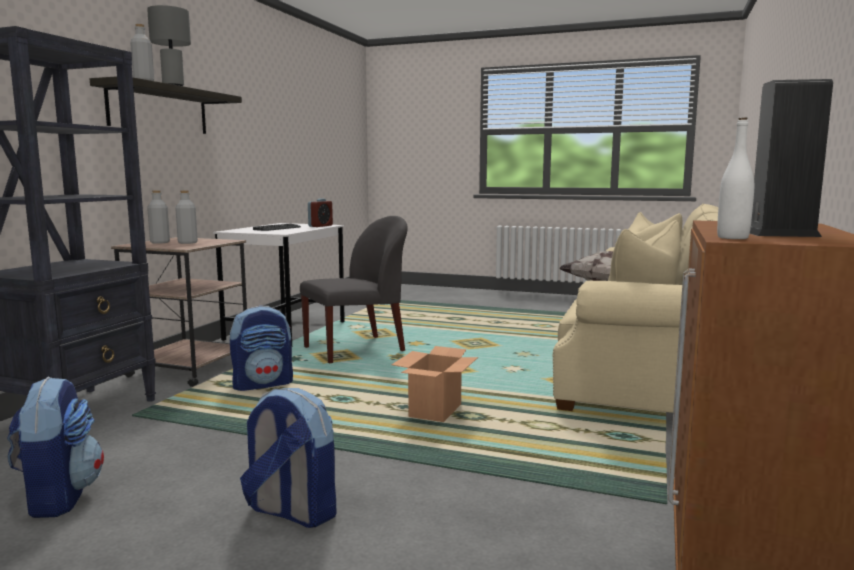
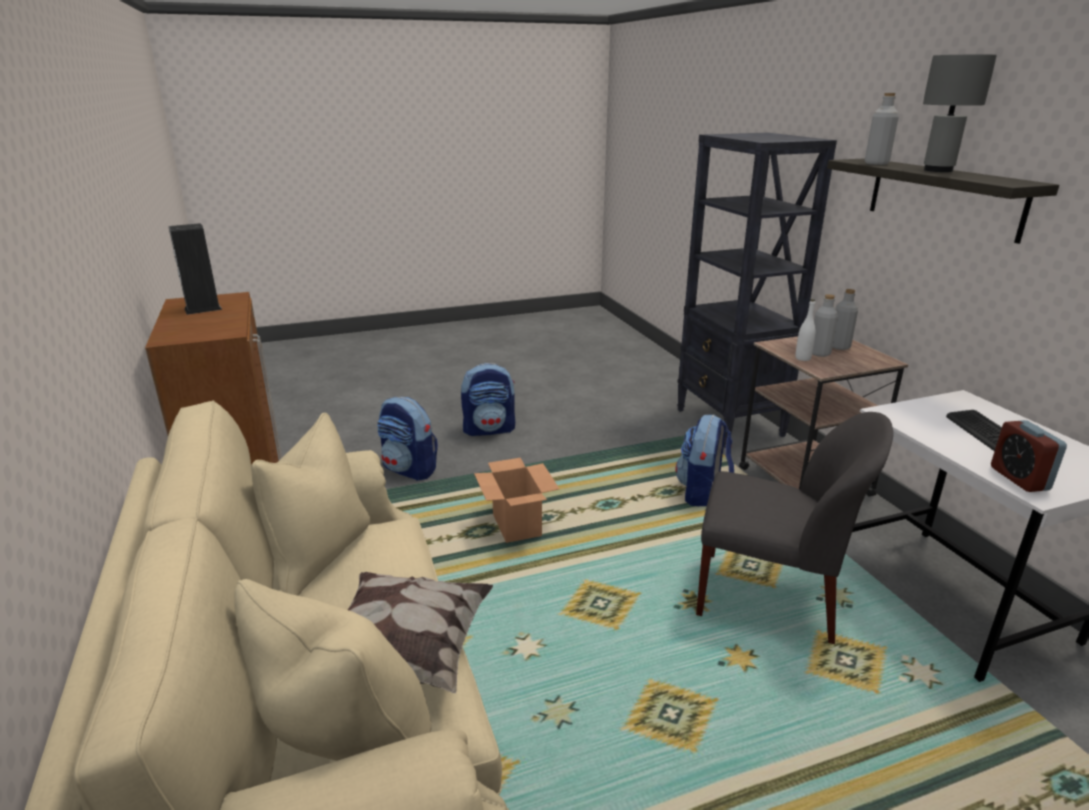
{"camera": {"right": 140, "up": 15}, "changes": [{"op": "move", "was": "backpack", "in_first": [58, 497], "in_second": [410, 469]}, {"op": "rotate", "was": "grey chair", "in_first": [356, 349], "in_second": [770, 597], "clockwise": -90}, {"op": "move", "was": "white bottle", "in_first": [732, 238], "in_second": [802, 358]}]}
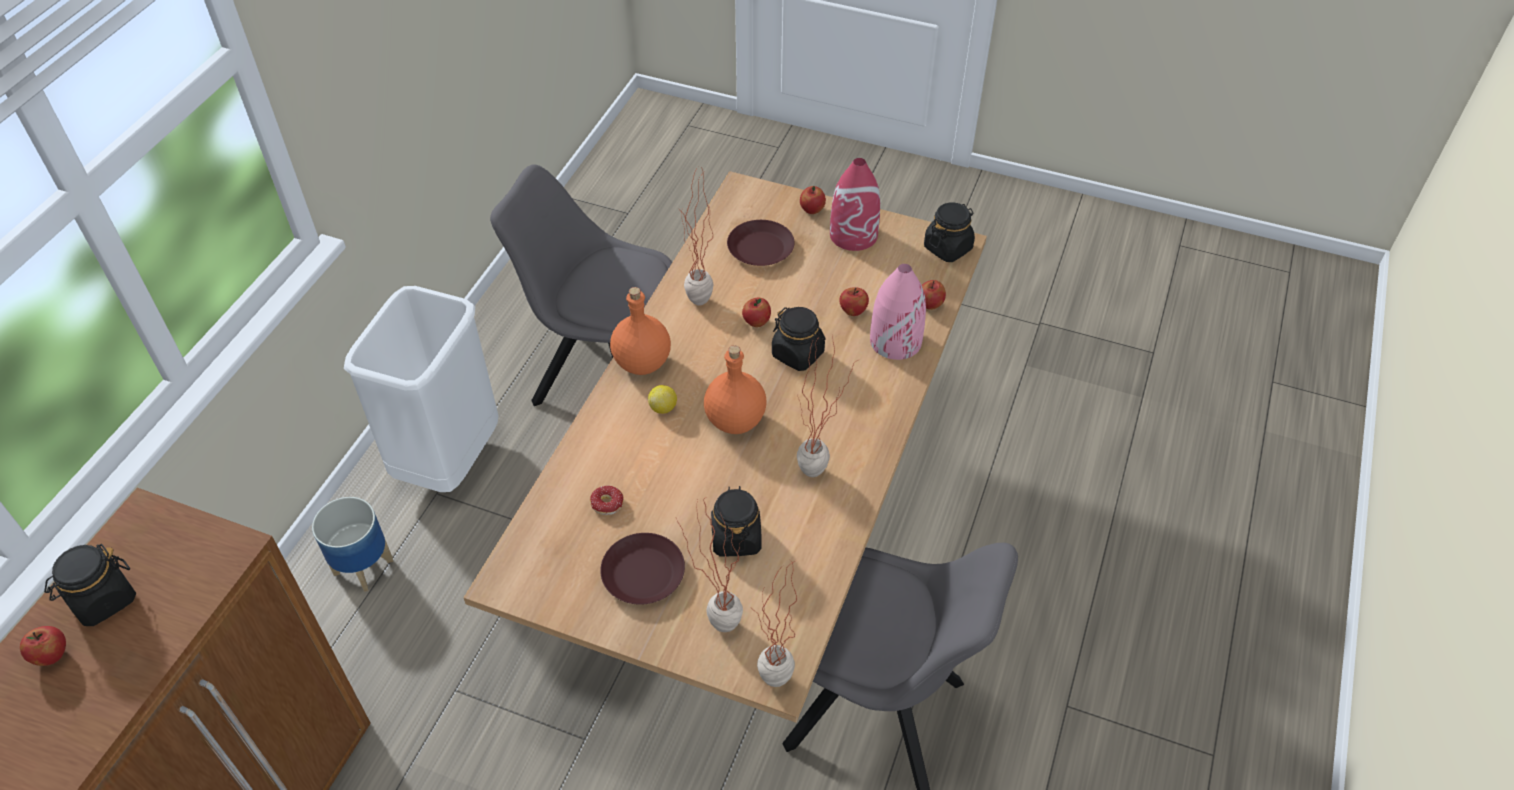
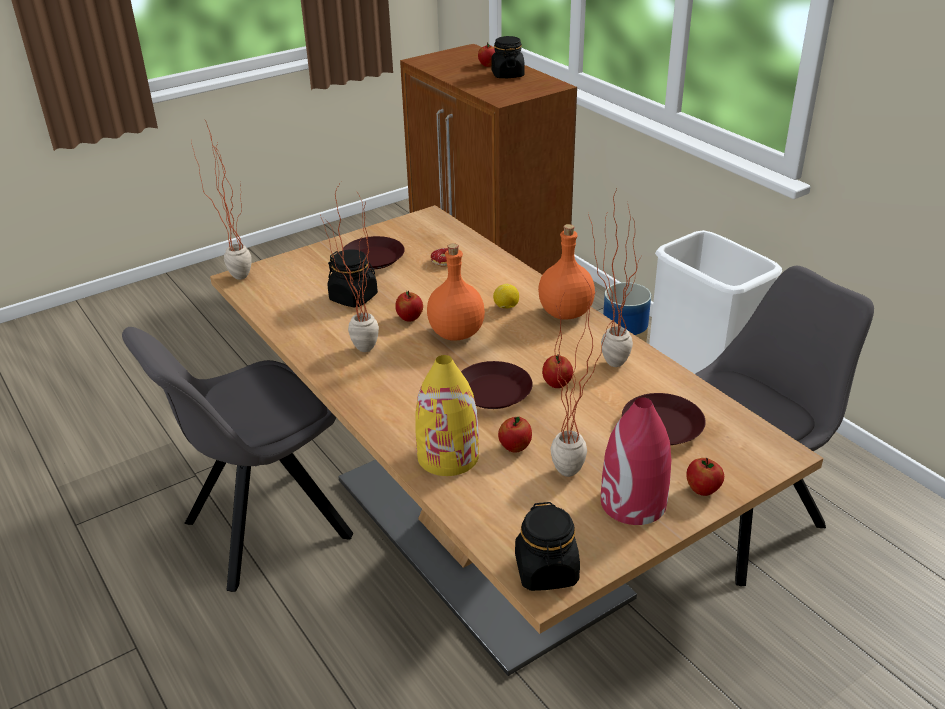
{"camera": {"right": 125, "up": -15}, "changes": [{"op": "move", "was": "potted plant", "in_first": [714, 621], "in_second": [576, 467]}, {"op": "replace", "was": "black jar", "now": "brown plate", "in_first": [798, 354], "in_second": [493, 391]}, {"op": "recolor", "was": "pink vase", "now": "yellow vase", "in_first": [895, 340], "in_second": [448, 456]}, {"op": "move", "was": "apple", "in_first": [930, 305], "in_second": [410, 318]}]}
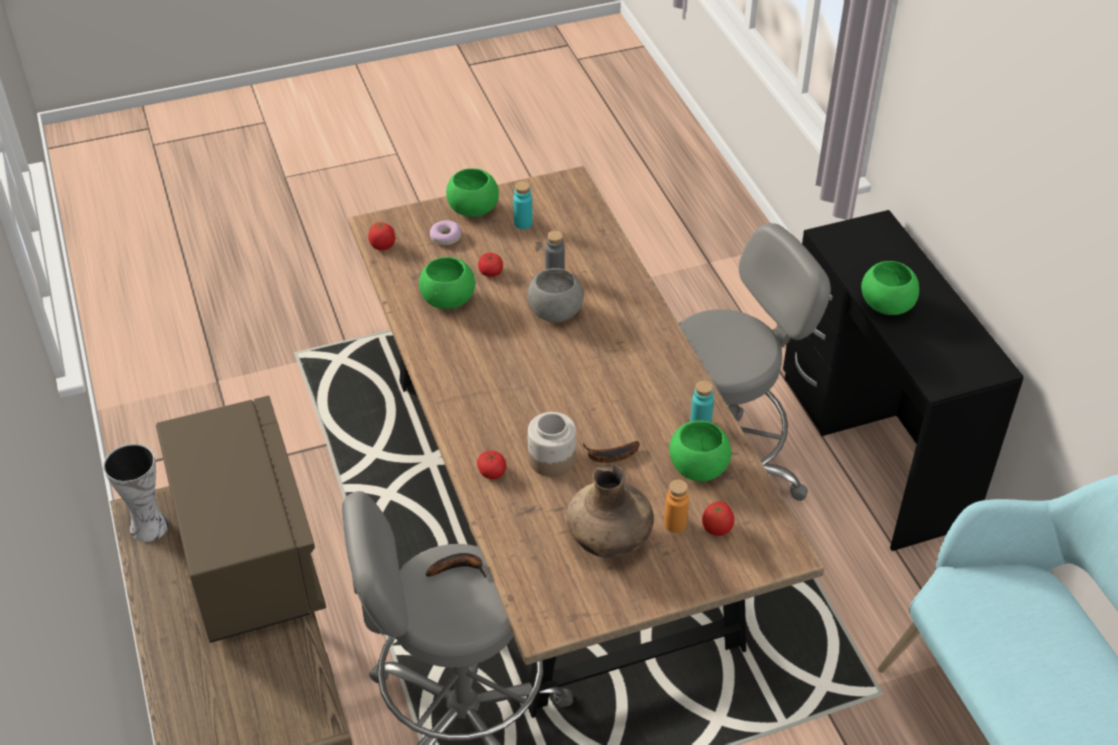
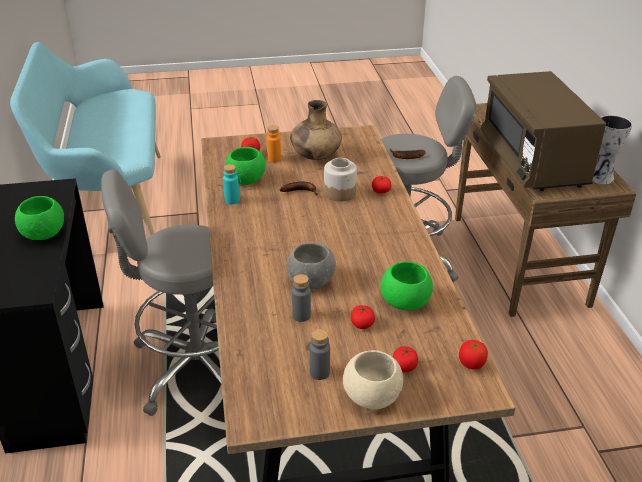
{"camera": {"right": -170, "up": -10}, "changes": [{"op": "replace", "was": "donut", "now": "tomato", "in_first": [446, 237], "in_second": [404, 366]}, {"op": "recolor", "was": "green bowl", "now": "beige bowl", "in_first": [473, 210], "in_second": [372, 396]}, {"op": "recolor", "was": "turquoise bottle", "now": "grey bottle", "in_first": [523, 223], "in_second": [319, 372]}]}
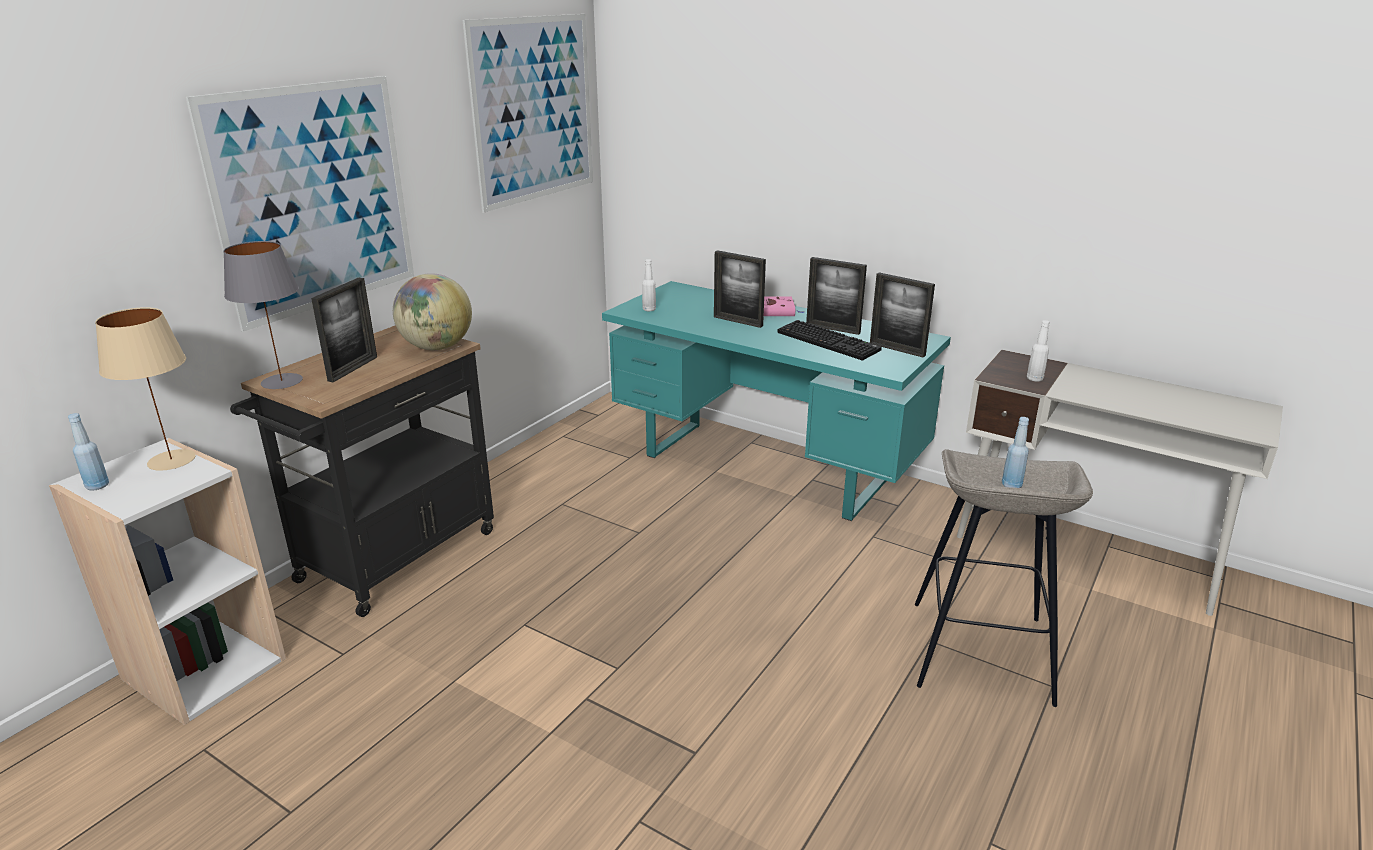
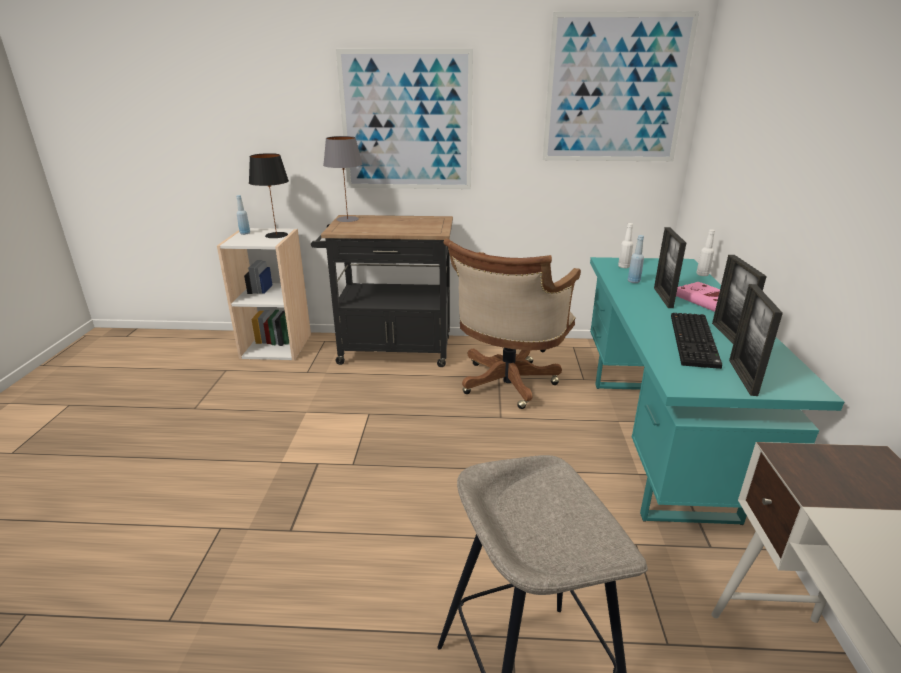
{"camera": {"right": 60, "up": 0}, "changes": [{"op": "recolor", "was": "beige table lamp", "now": "black table lamp", "in_first": [171, 460], "in_second": [276, 235]}, {"op": "delete", "was": "picture frame", "in_first": [353, 369]}, {"op": "delete", "was": "globe", "in_first": [437, 347]}, {"op": "move", "was": "blue bottle", "in_first": [1011, 485], "in_second": [633, 281]}, {"op": "move", "was": "white bottle", "in_first": [1034, 379], "in_second": [702, 274]}, {"op": "insert", "now": "office chair", "in_second": [506, 384]}]}
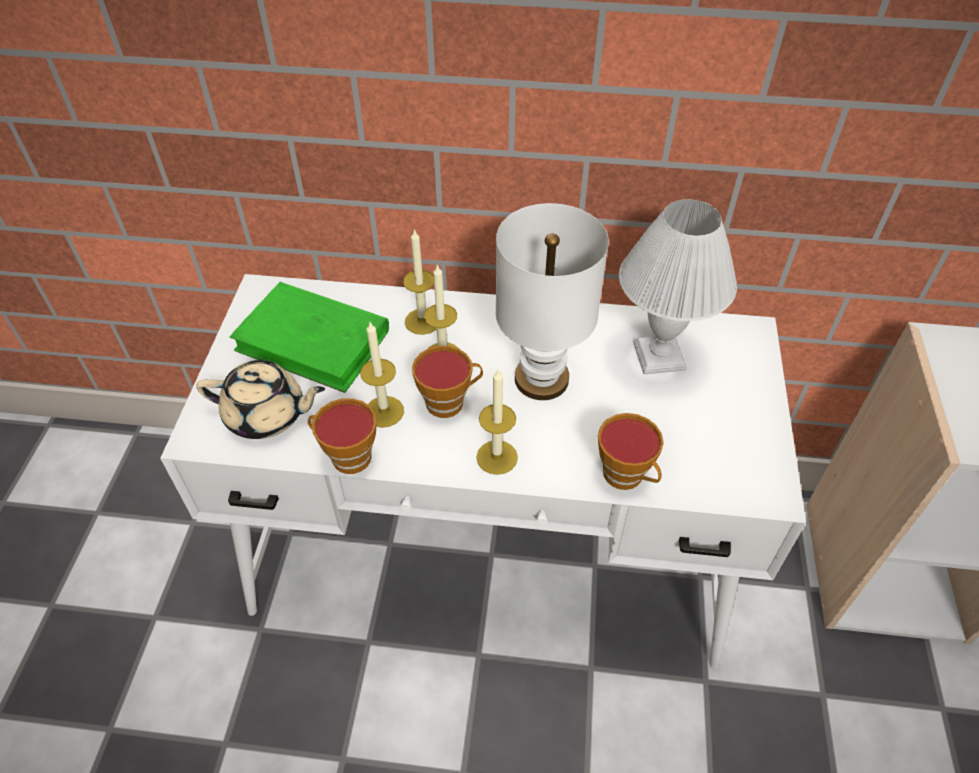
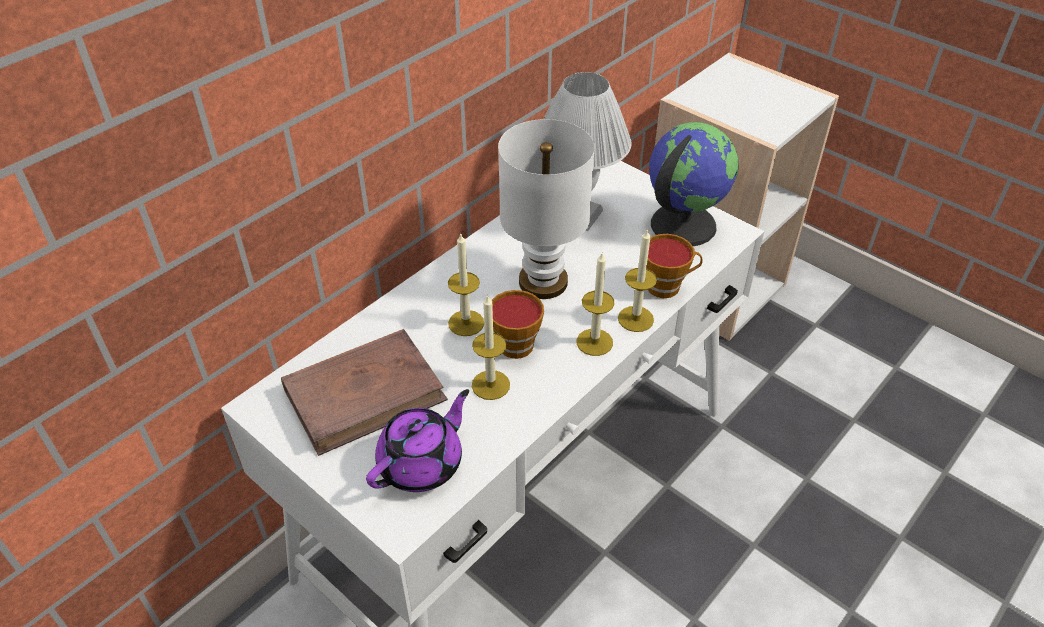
{"camera": {"right": -55, "up": -5}, "changes": [{"op": "recolor", "was": "beige teapot", "now": "purple teapot", "in_first": [267, 415], "in_second": [422, 463]}, {"op": "recolor", "was": "green book", "now": "brown book", "in_first": [313, 341], "in_second": [365, 395]}, {"op": "delete", "was": "cup", "in_first": [346, 456]}, {"op": "move", "was": "candle", "in_first": [422, 321], "in_second": [635, 319]}, {"op": "insert", "now": "globe", "in_second": [682, 224]}]}
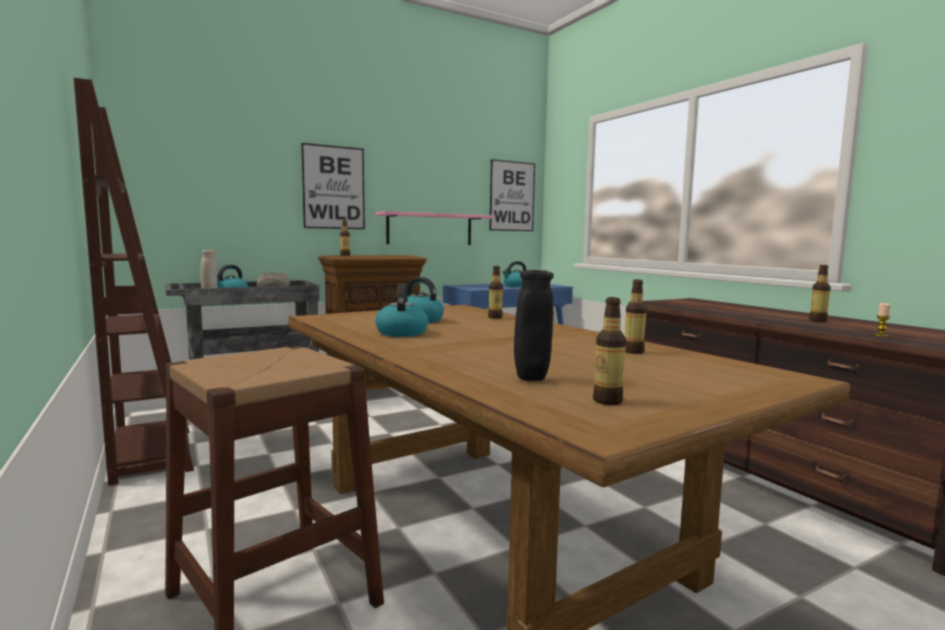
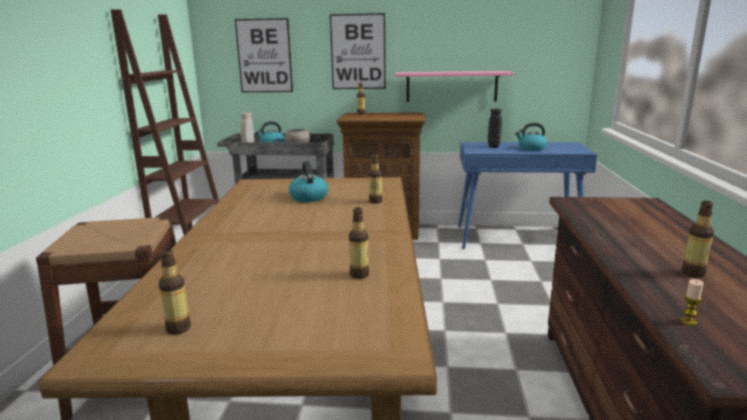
{"camera": {"right": 35, "up": 10}, "changes": [{"op": "delete", "was": "kettle", "in_first": [401, 333]}, {"op": "move", "was": "picture", "in_first": [512, 196], "in_second": [264, 56]}, {"op": "move", "was": "black vase", "in_first": [532, 379], "in_second": [493, 147]}]}
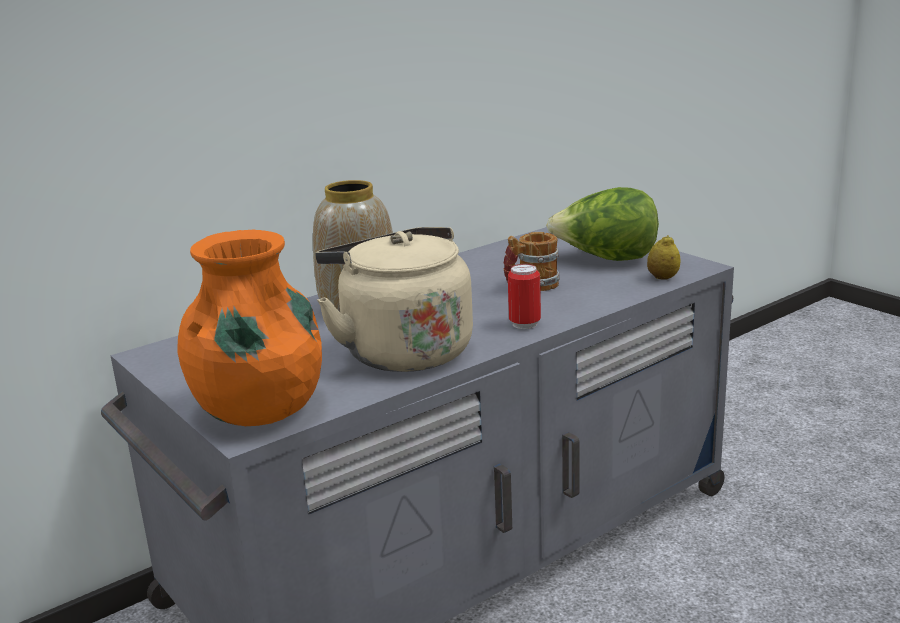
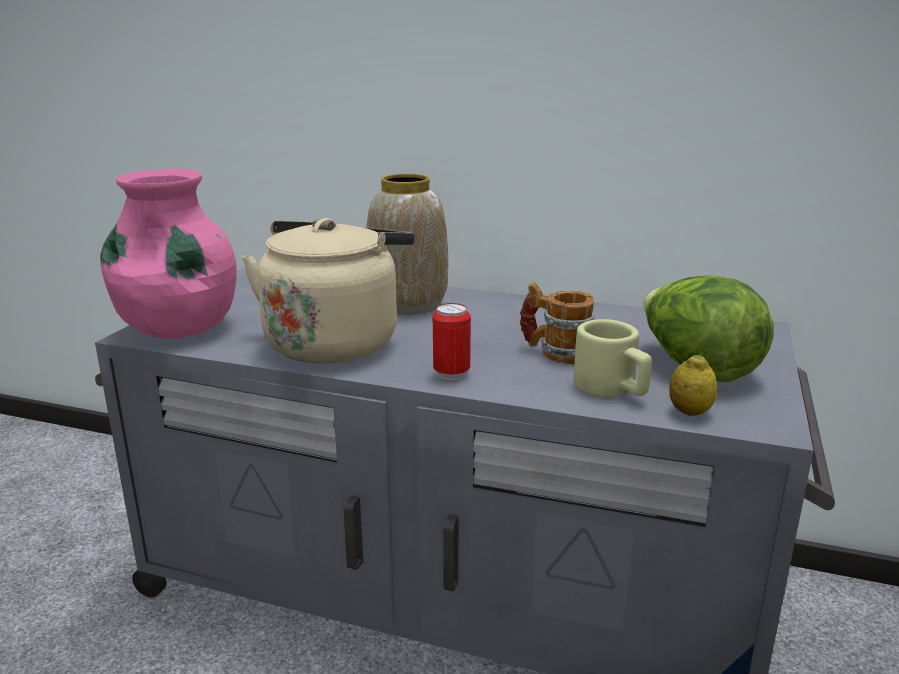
{"camera": {"right": 55, "up": 0}, "changes": [{"op": "recolor", "was": "orange vase", "now": "pink vase", "in_first": [260, 410], "in_second": [180, 328]}, {"op": "insert", "now": "beige mug", "in_second": [612, 389]}]}
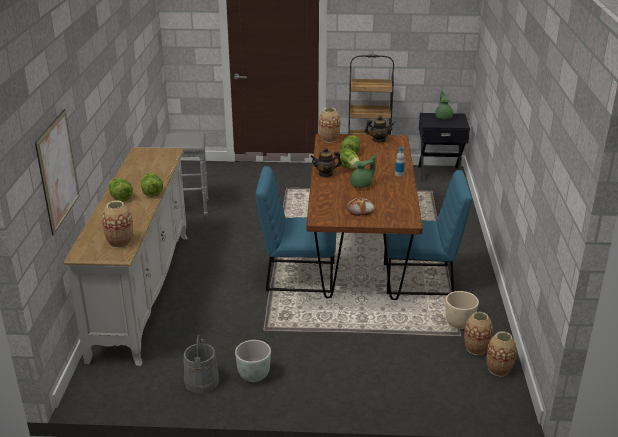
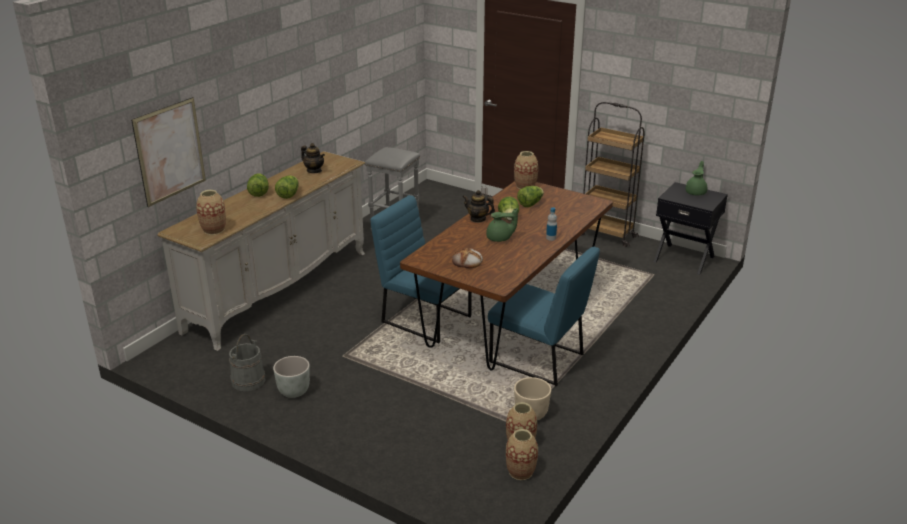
{"camera": {"right": 30, "up": 0}, "changes": [{"op": "move", "was": "teapot", "in_first": [378, 140], "in_second": [314, 171]}]}
